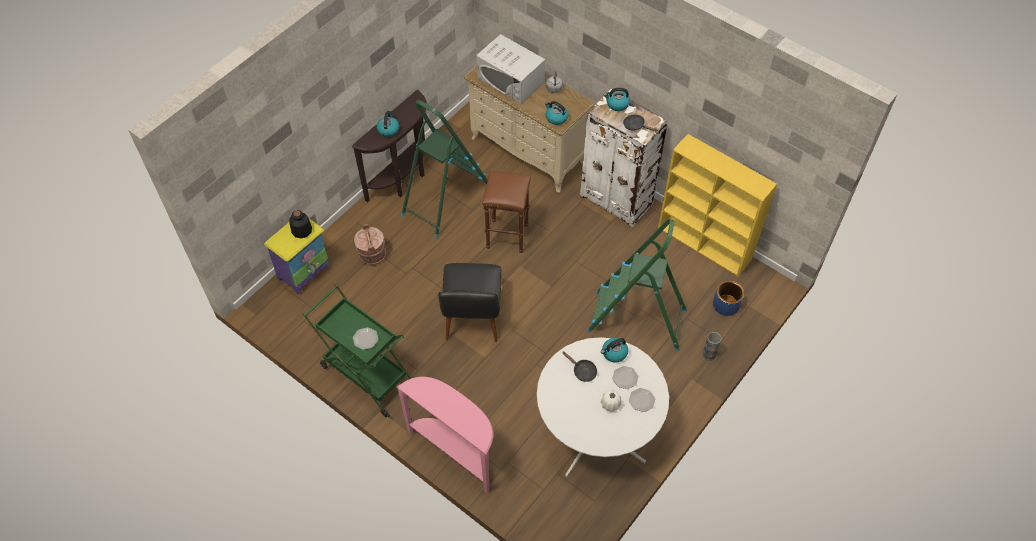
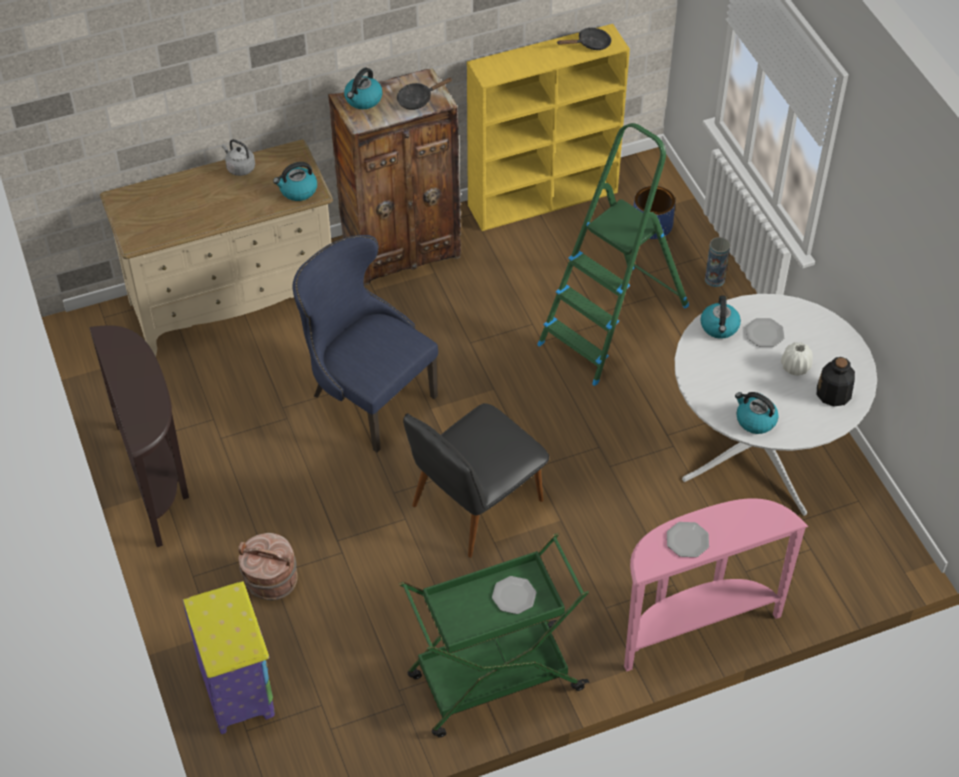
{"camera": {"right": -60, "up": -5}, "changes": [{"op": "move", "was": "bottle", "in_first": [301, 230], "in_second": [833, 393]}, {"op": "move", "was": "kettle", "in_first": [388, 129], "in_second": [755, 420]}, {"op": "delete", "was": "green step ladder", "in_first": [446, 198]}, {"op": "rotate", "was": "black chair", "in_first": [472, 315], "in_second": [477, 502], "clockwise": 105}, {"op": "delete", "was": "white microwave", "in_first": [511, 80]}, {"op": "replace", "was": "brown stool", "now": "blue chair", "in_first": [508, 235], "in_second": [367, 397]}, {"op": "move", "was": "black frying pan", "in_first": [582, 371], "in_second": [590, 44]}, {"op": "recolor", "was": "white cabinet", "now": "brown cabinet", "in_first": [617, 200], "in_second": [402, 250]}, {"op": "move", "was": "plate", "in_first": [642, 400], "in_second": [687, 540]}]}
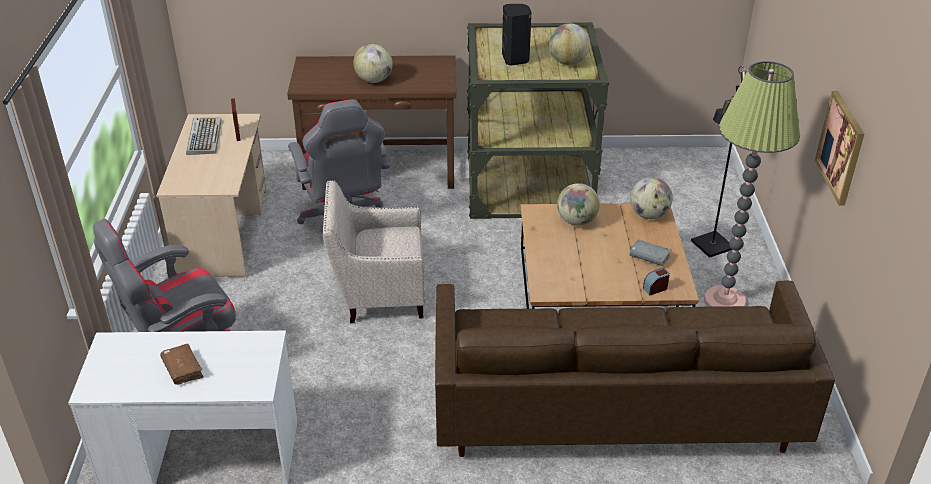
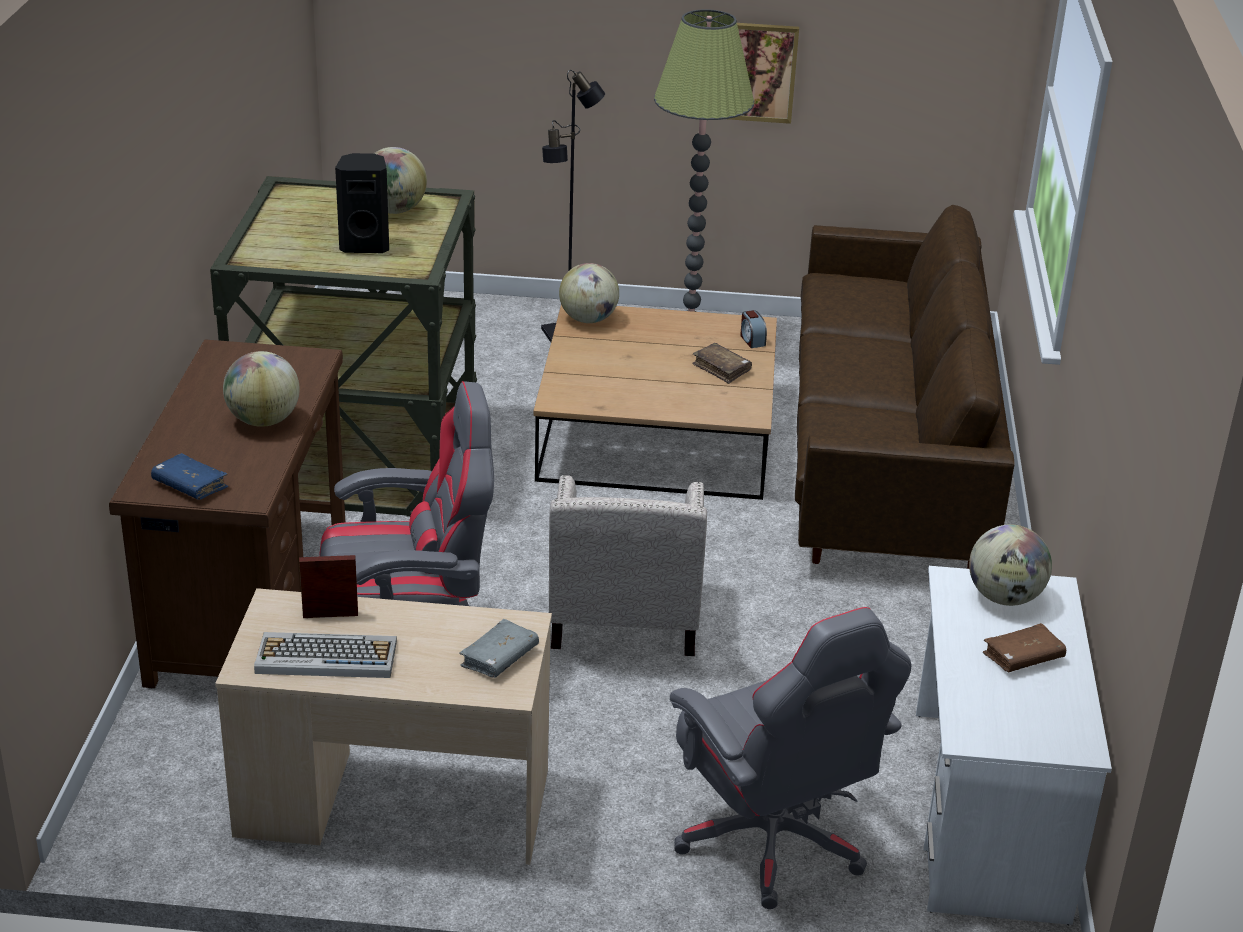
{"camera": {"right": -85, "up": -5}, "changes": [{"op": "move", "was": "globe", "in_first": [576, 221], "in_second": [1004, 597]}, {"op": "move", "was": "grey book", "in_first": [649, 257], "in_second": [499, 658]}, {"op": "insert", "now": "blue book", "in_second": [190, 485]}, {"op": "insert", "now": "brown book", "in_second": [721, 369]}]}
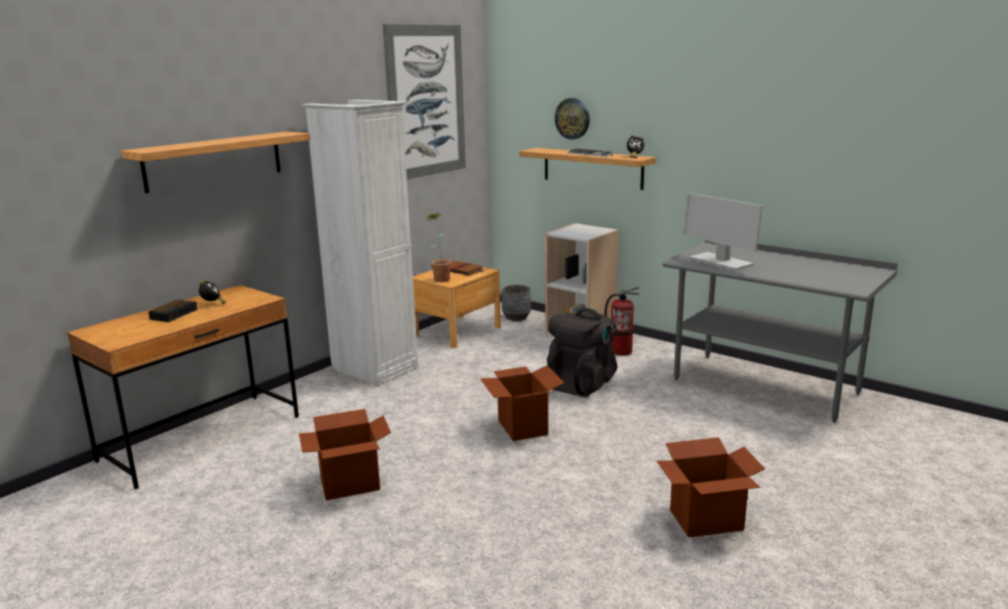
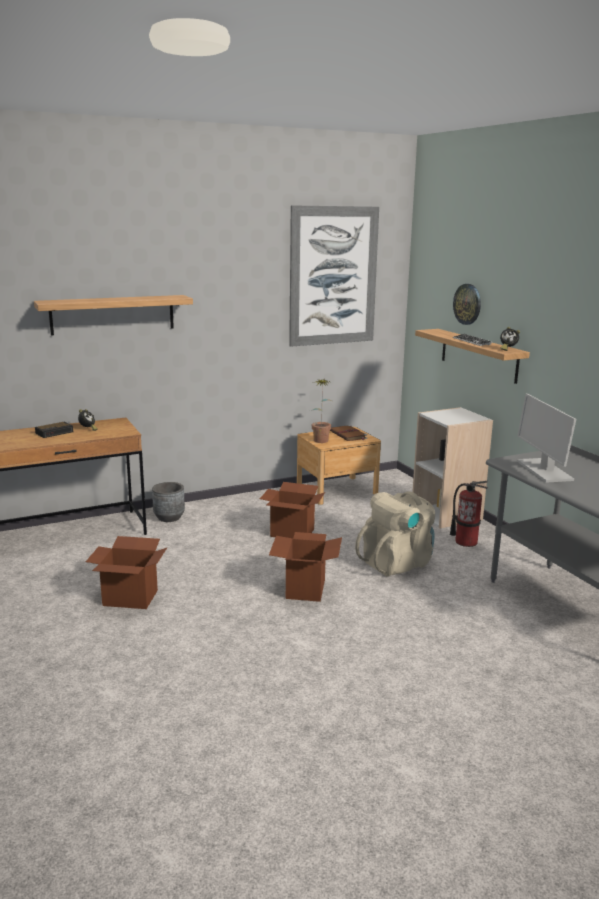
{"camera": {"right": 25, "up": 0}, "changes": [{"op": "delete", "was": "white cabinet", "in_first": [376, 368]}, {"op": "move", "was": "grey planter", "in_first": [516, 317], "in_second": [169, 517]}, {"op": "recolor", "was": "black backpack", "now": "beige backpack", "in_first": [581, 383], "in_second": [397, 563]}, {"op": "move", "was": "cardboard box", "in_first": [705, 520], "in_second": [292, 533]}]}
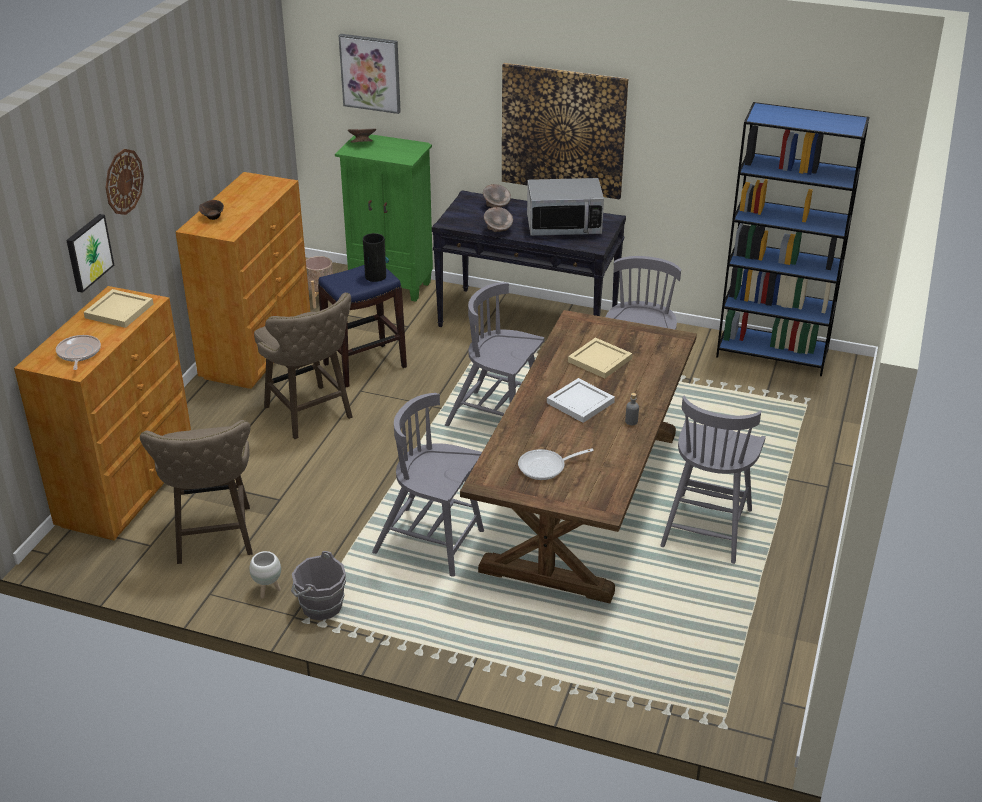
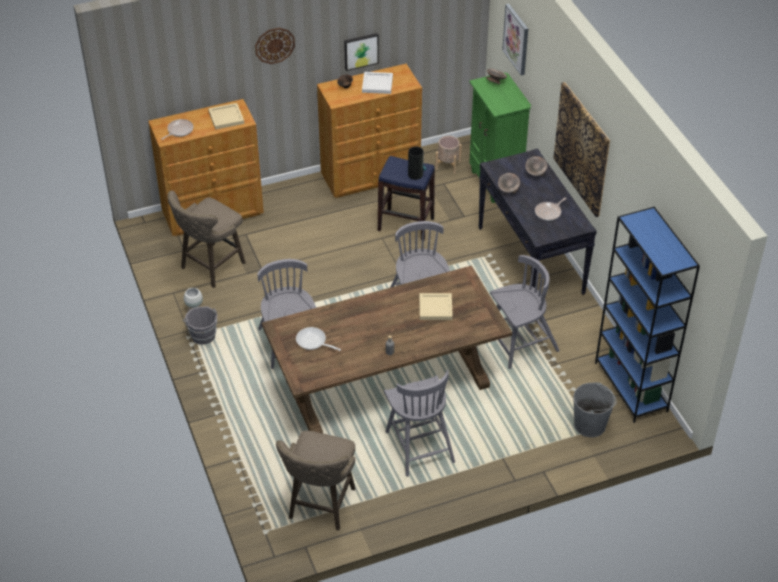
{"camera": {"right": 50, "up": 10}, "changes": [{"op": "move", "was": "picture", "in_first": [88, 252], "in_second": [361, 51]}, {"op": "move", "was": "beige stool", "in_first": [310, 414], "in_second": [321, 506]}, {"op": "replace", "was": "microwave", "now": "frying pan", "in_first": [564, 226], "in_second": [549, 212]}, {"op": "move", "was": "white tray", "in_first": [579, 402], "in_second": [377, 84]}, {"op": "rotate", "was": "grey chair", "in_first": [707, 525], "in_second": [419, 445], "clockwise": -90}, {"op": "insert", "now": "grey bucket", "in_second": [590, 425]}]}
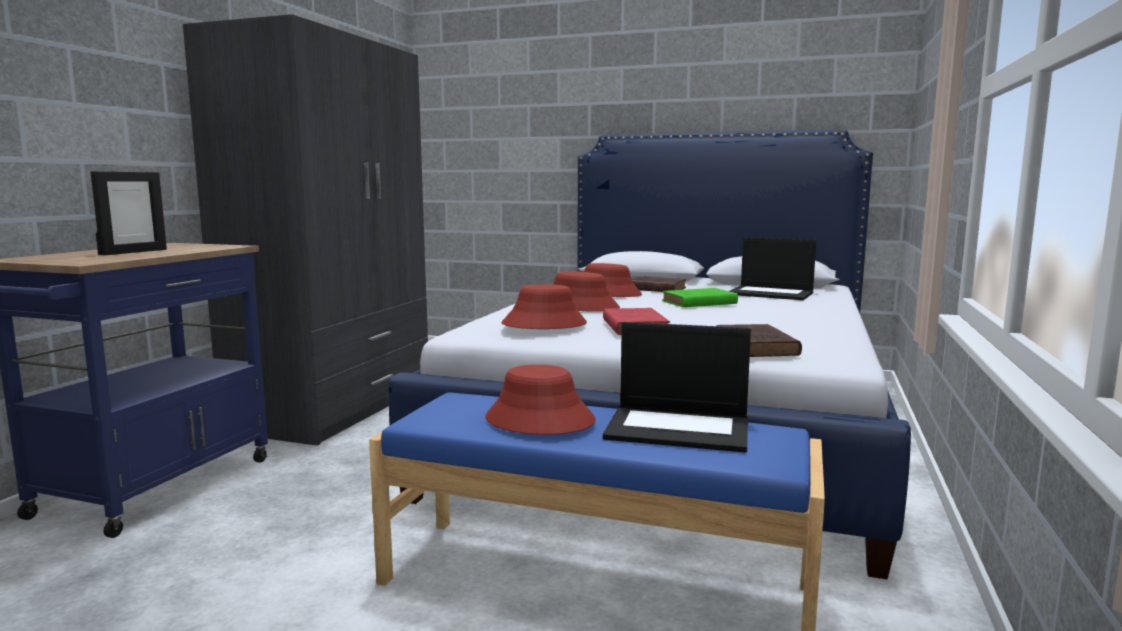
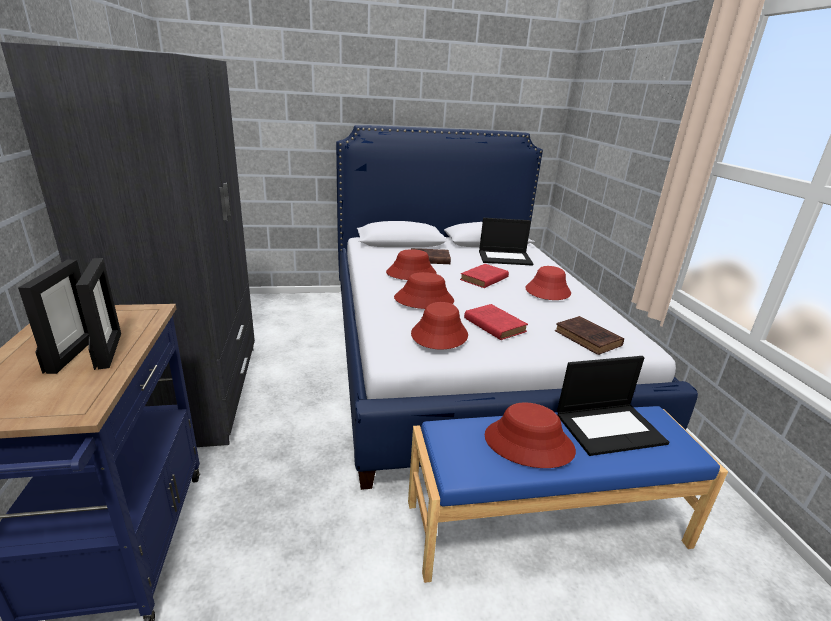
{"camera": {"right": -30, "up": 15}, "changes": [{"op": "recolor", "was": "green book", "now": "red book", "in_first": [697, 302], "in_second": [483, 279]}, {"op": "insert", "now": "picture frame", "in_second": [108, 350]}, {"op": "insert", "now": "red hat", "in_second": [547, 291]}]}
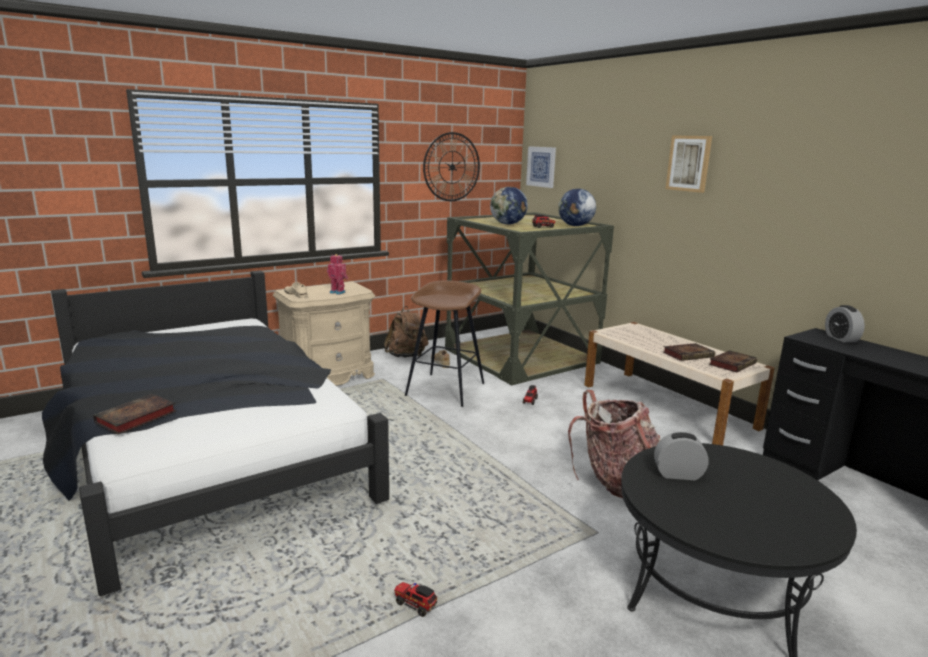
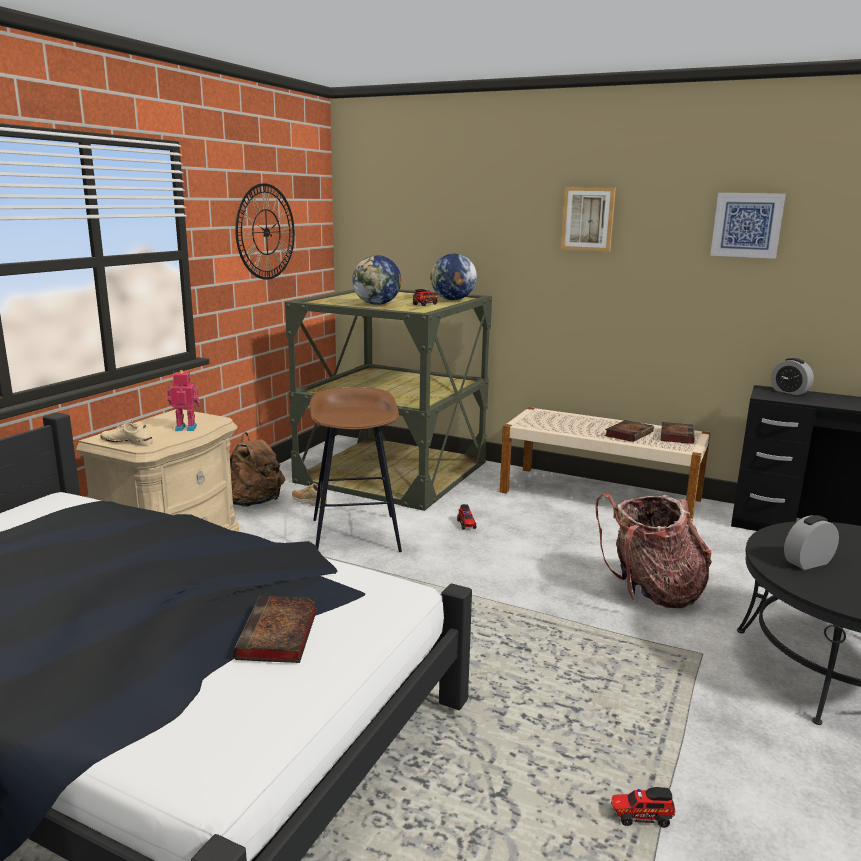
{"camera": {"right": -30, "up": 0}, "changes": [{"op": "move", "was": "book", "in_first": [135, 418], "in_second": [278, 636]}, {"op": "move", "was": "picture", "in_first": [541, 166], "in_second": [747, 225]}]}
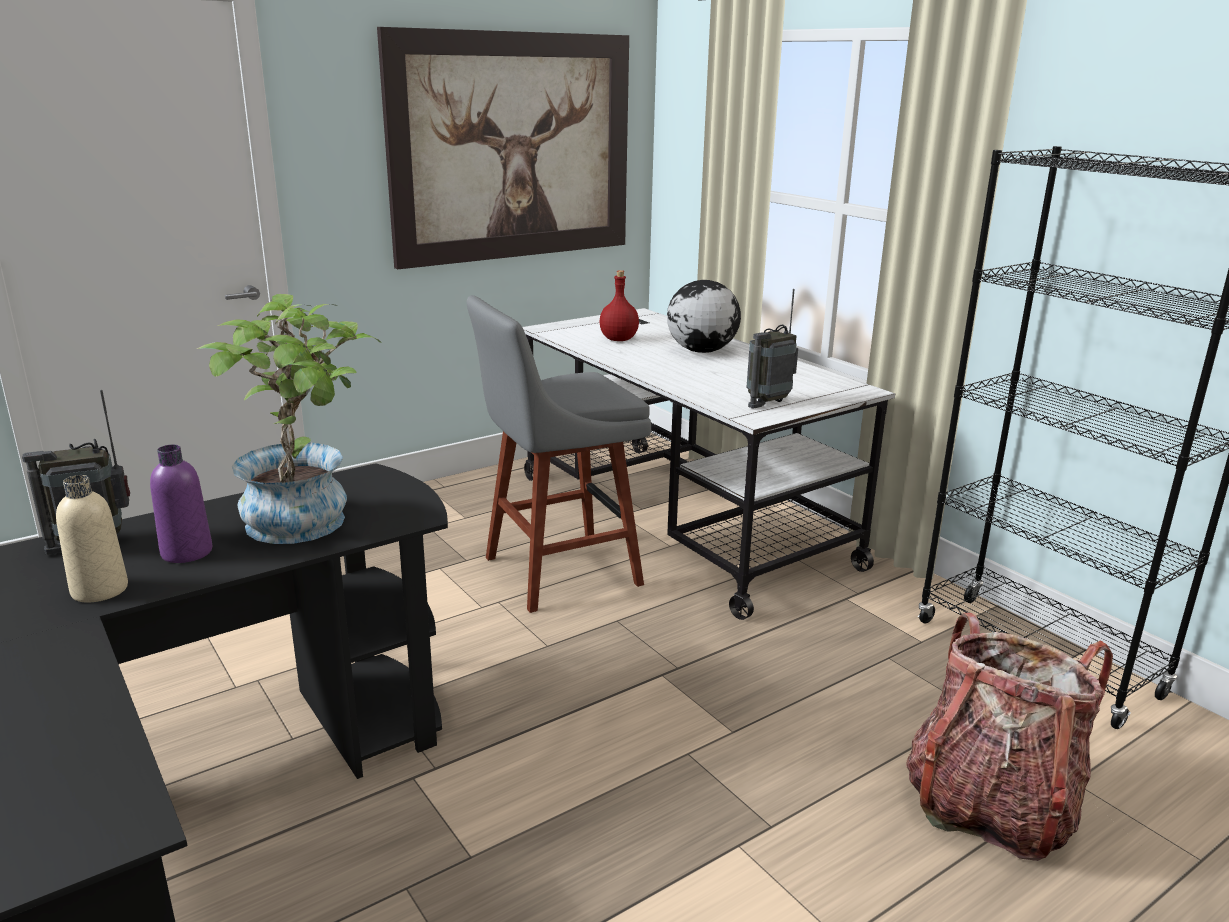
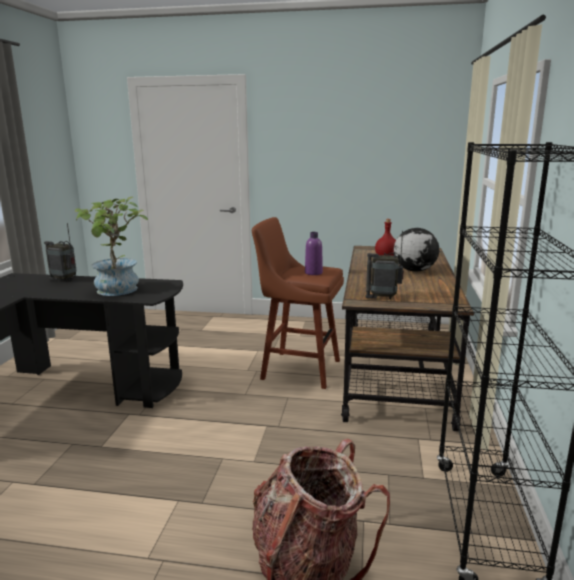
{"camera": {"right": 45, "up": -5}, "changes": [{"op": "delete", "was": "beige bottle", "in_first": [99, 590]}, {"op": "move", "was": "purple bottle", "in_first": [187, 552], "in_second": [313, 273]}, {"op": "delete", "was": "picture", "in_first": [513, 148]}, {"op": "recolor", "was": "grey stool", "now": "brown stool", "in_first": [558, 571], "in_second": [299, 369]}, {"op": "recolor", "was": "white desk", "now": "brown desk", "in_first": [681, 520], "in_second": [395, 369]}]}
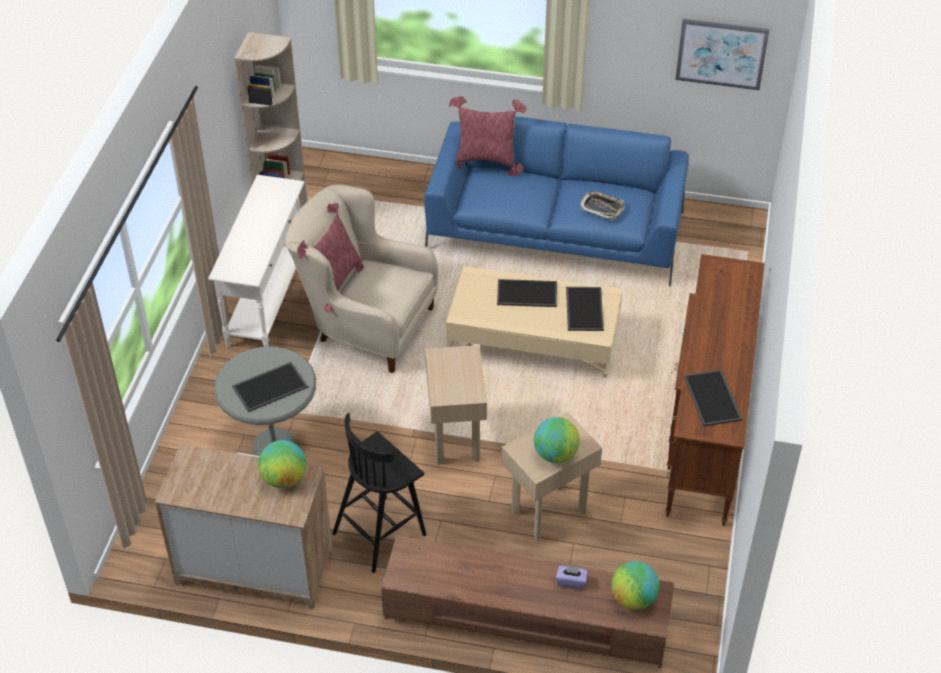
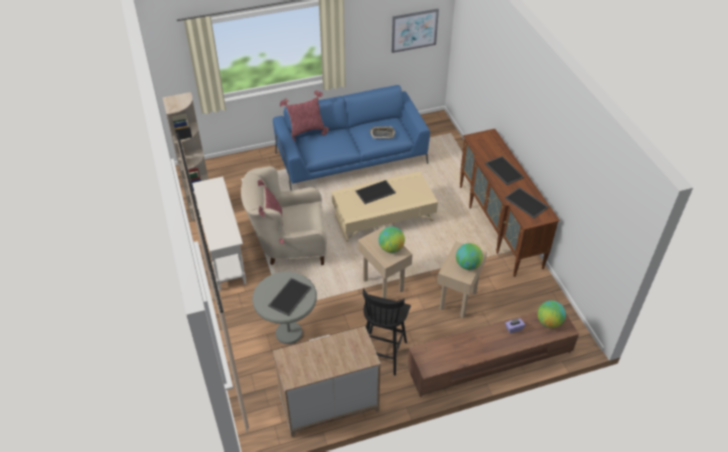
{"camera": {"right": -30, "up": 0}, "changes": [{"op": "move", "was": "globe", "in_first": [284, 479], "in_second": [391, 248]}, {"op": "move", "was": "tray", "in_first": [583, 308], "in_second": [503, 170]}]}
